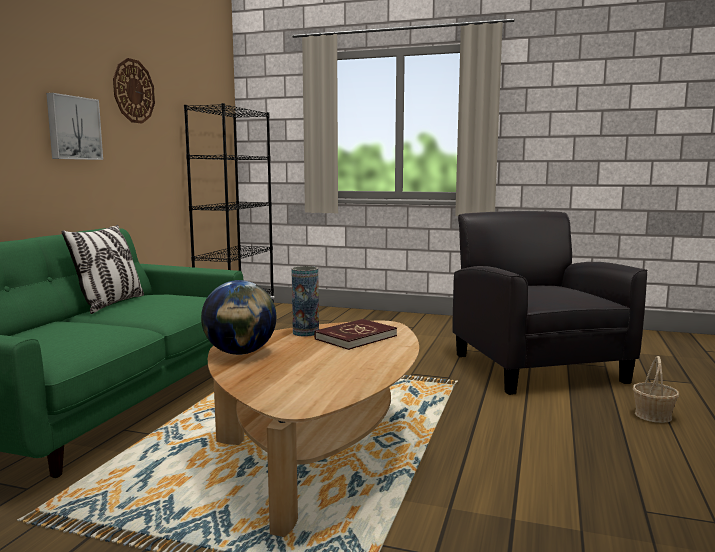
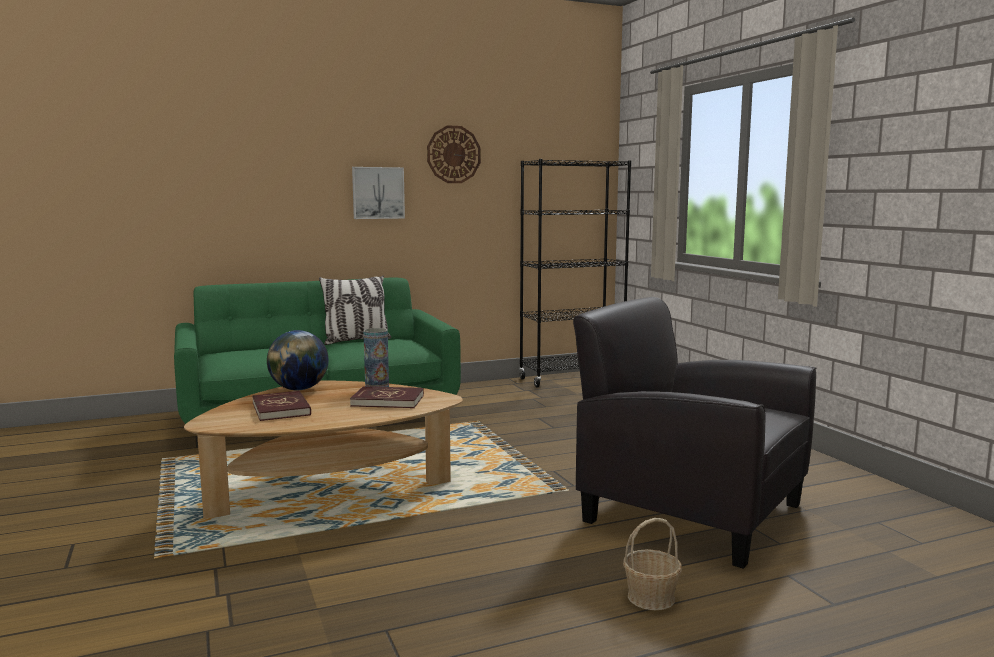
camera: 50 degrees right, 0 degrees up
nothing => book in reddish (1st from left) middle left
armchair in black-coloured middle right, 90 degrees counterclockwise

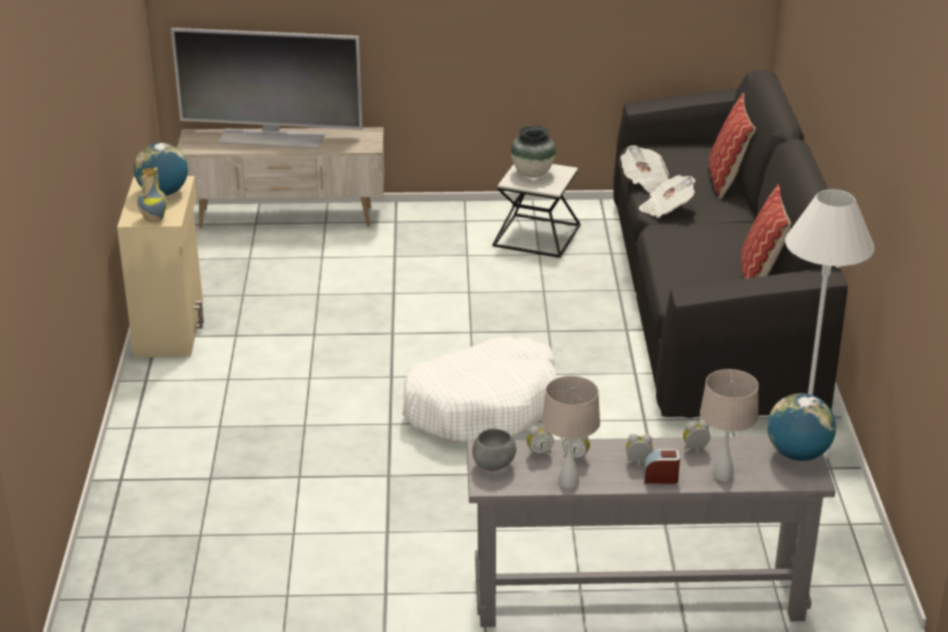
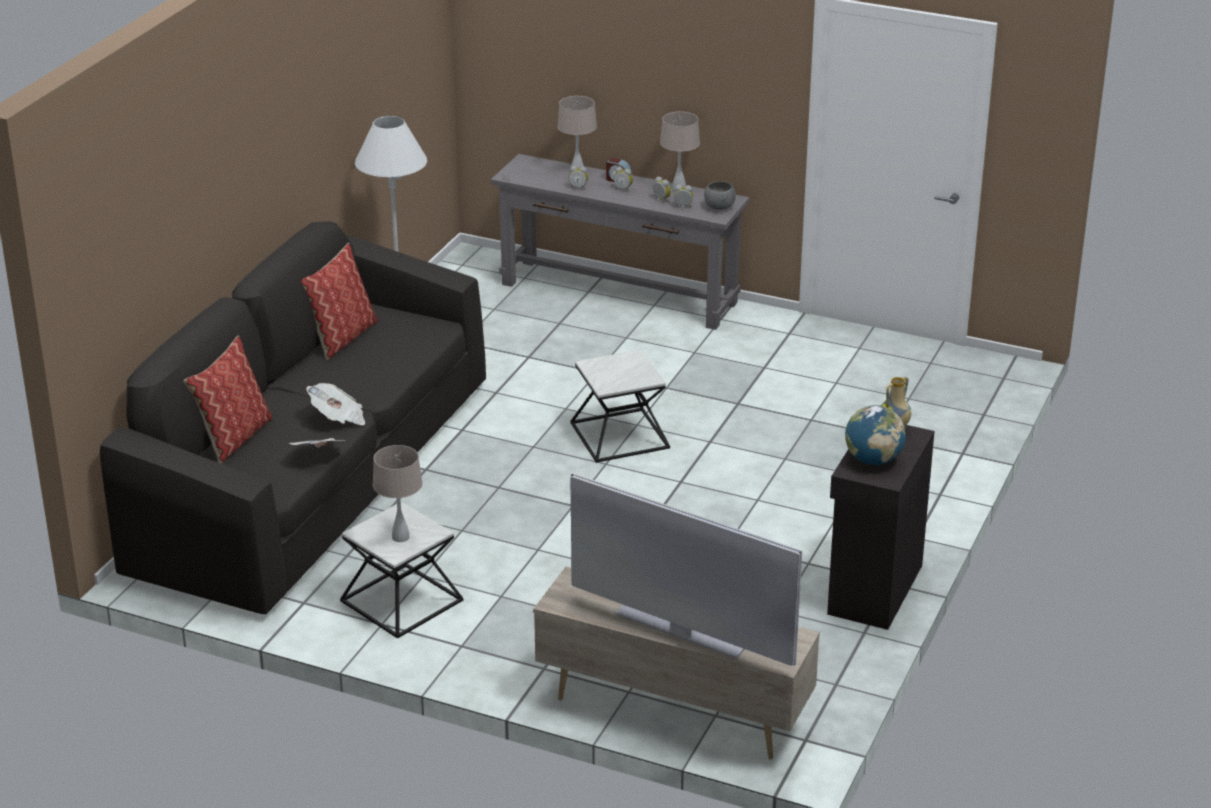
camera: 155 degrees left, 0 degrees up
globe (2nd from left) bottom right => nothing
dog cushion in whitish centre => accent table (2nd from left) centre
flower vase (2nd from left) top centre => table lamp in sand-coloured (1st from left) middle left
cabinet in sand-coloured middle left => cabinet in black-coloured middle right

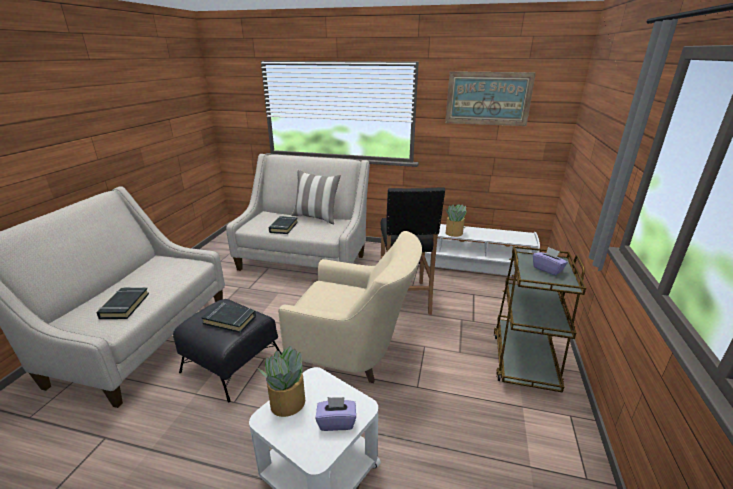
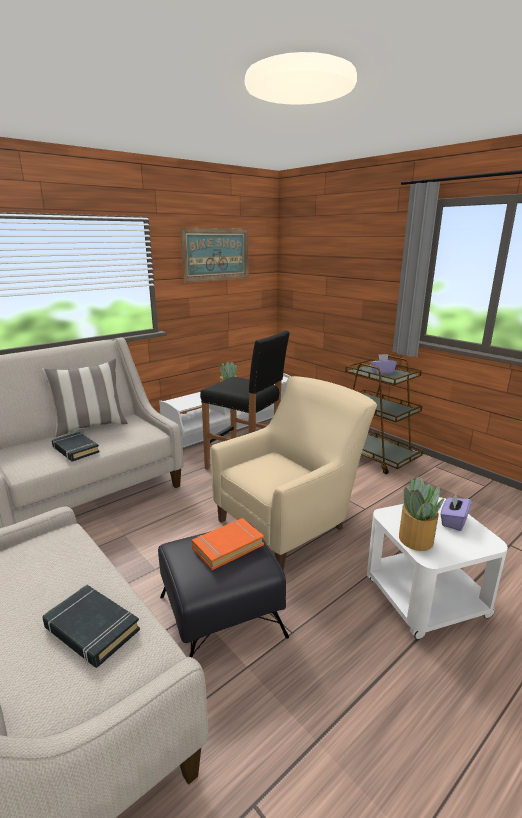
camera: 55 degrees left, 5 degrees down
book in black-coloured (2nd from left) middle left => book in orangey centre

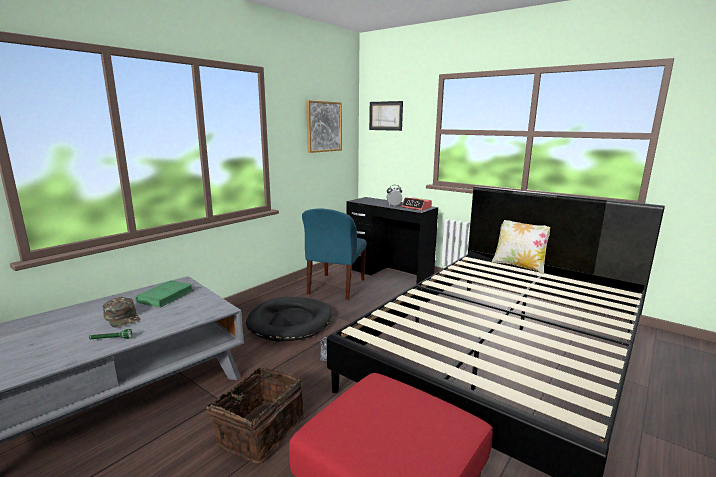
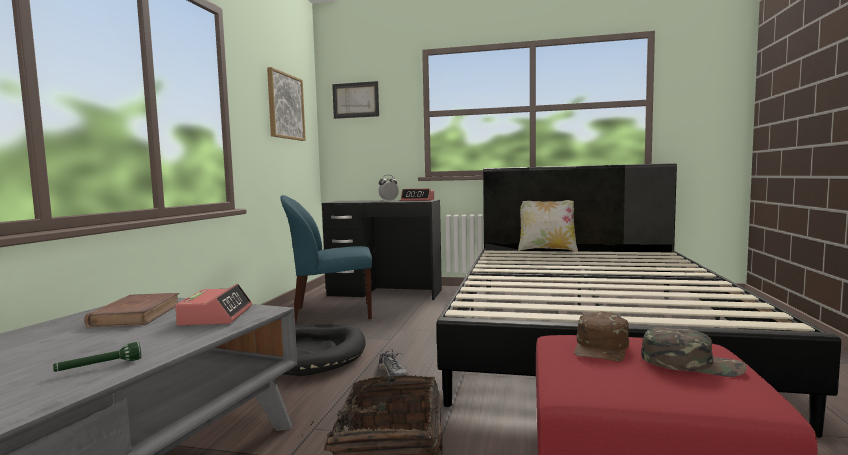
camera: 25 degrees left, 10 degrees down
nothing => alarm clock (1st from left) bottom left
nothing => baseball cap in brownish bottom right
baseball cap in greenish middle left => baseball cap in greenish bottom right, move
book in greenish middle left => book in brownish bottom left
upright chair in blue centre, 90 degrees clockwise

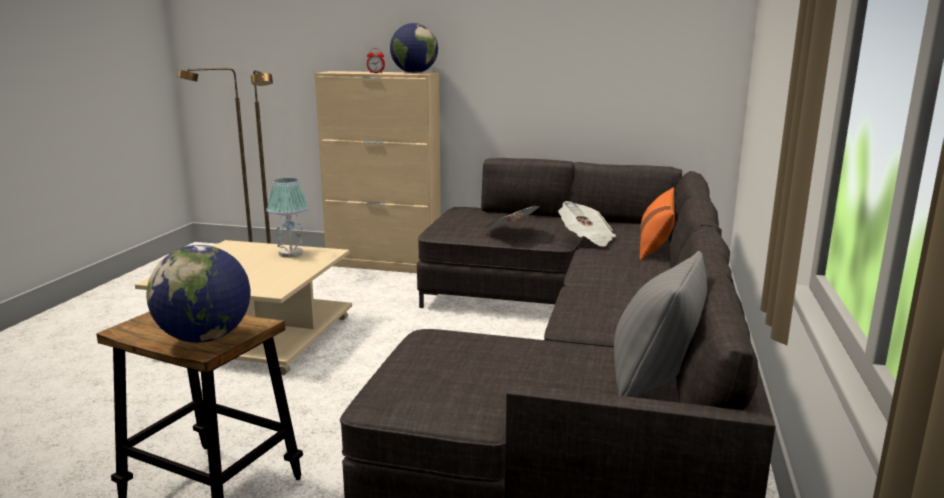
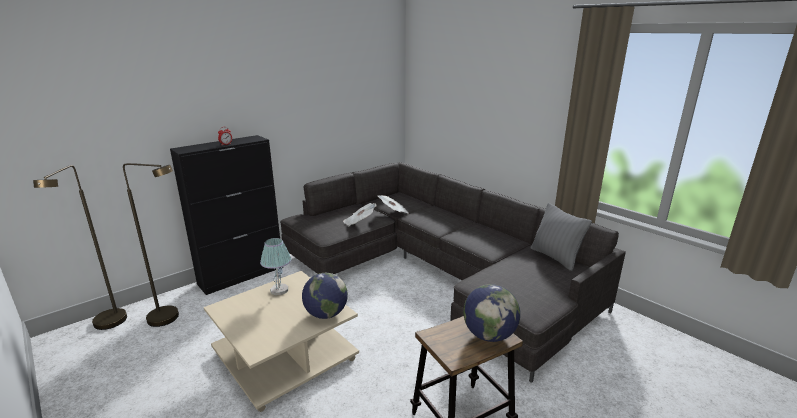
camera: 55 degrees left, 5 degrees up
pillow in orangey middle right => nothing
globe (2nd from left in the first image) top centre => globe (1st from left) bottom centre, move
cabinet in sand-coloured centre => cabinet in black-coloured middle left

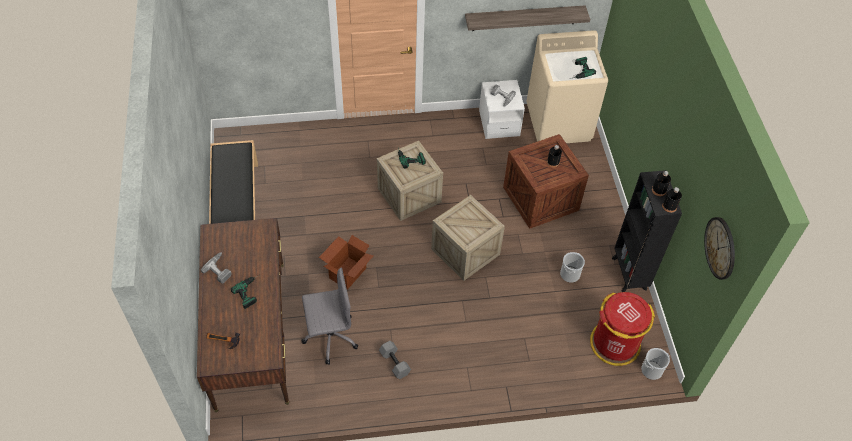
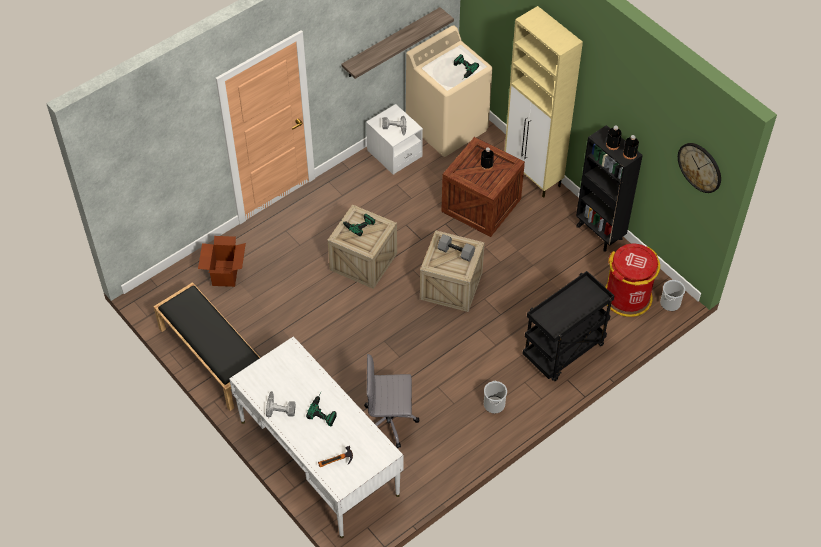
camera: 30 degrees left, 0 degrees up
nothing => cabinet in sand-coloured top centre
nothing => wheeled cart in black-coloured middle right
packing box centre => packing box middle left, move
dumbbell in gray bottom centre => dumbbell in gray centre, move
pail (1st from left) middle right => pail (1st from left) bottom centre, move
desk in brownish bottom left => desk in whitish bottom centre
computer chair in gray bottom centre, 135 degrees counterclockwise

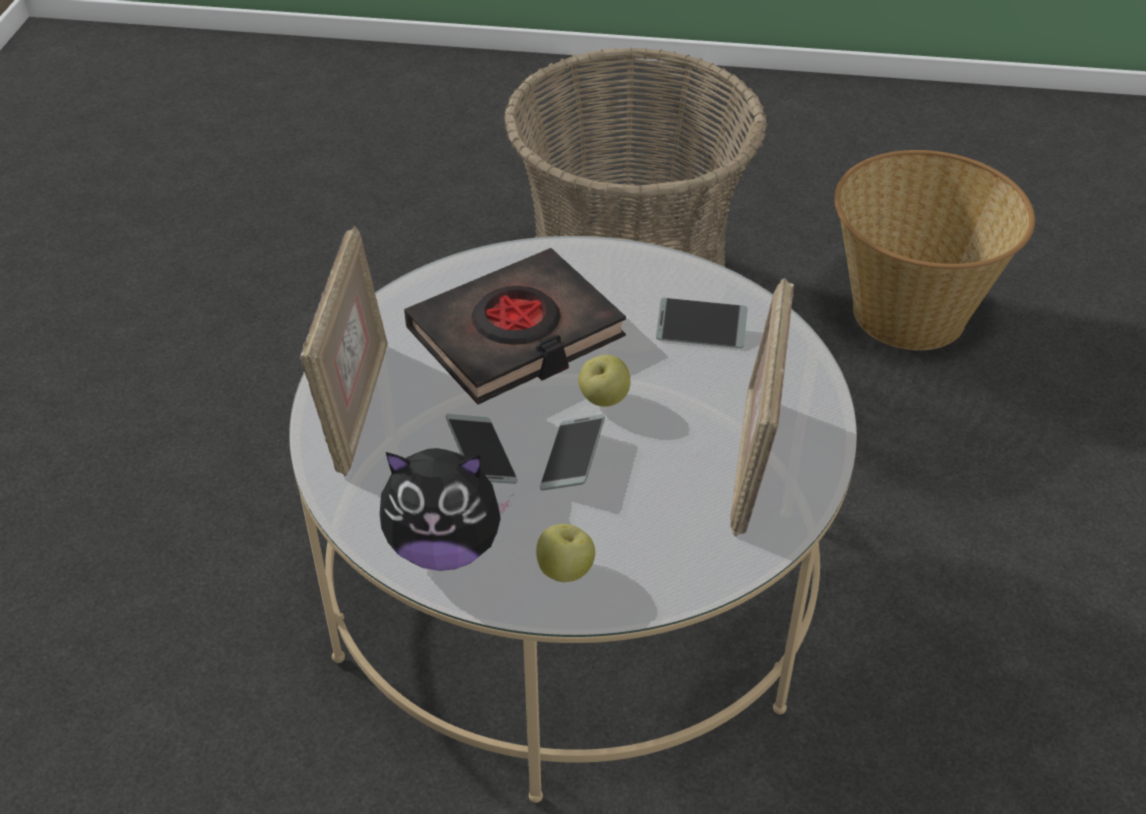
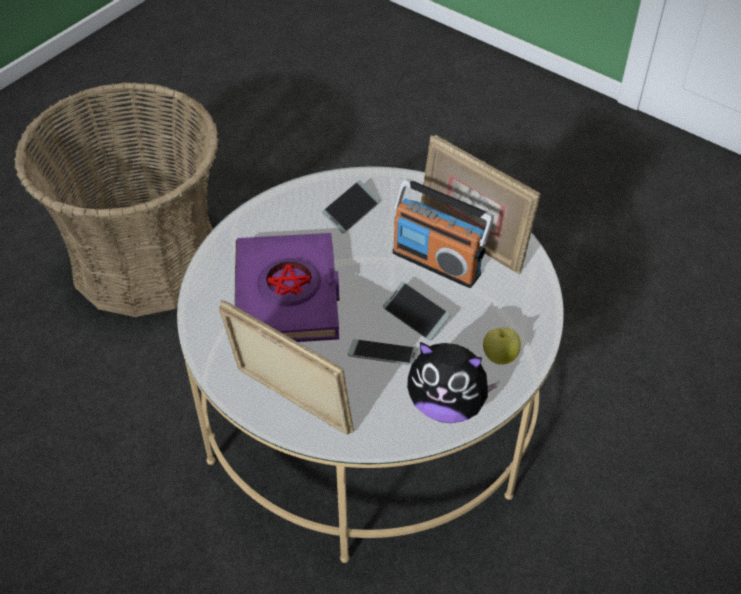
camera: 60 degrees left, 5 degrees up
apple (2nd from left) centre => nothing
storage basket (2nd from left) top right => nothing
nothing => radio set centre
book in black-coloured centre => book in purple-coloured centre
cuddly toy centre, 75 degrees clockwise

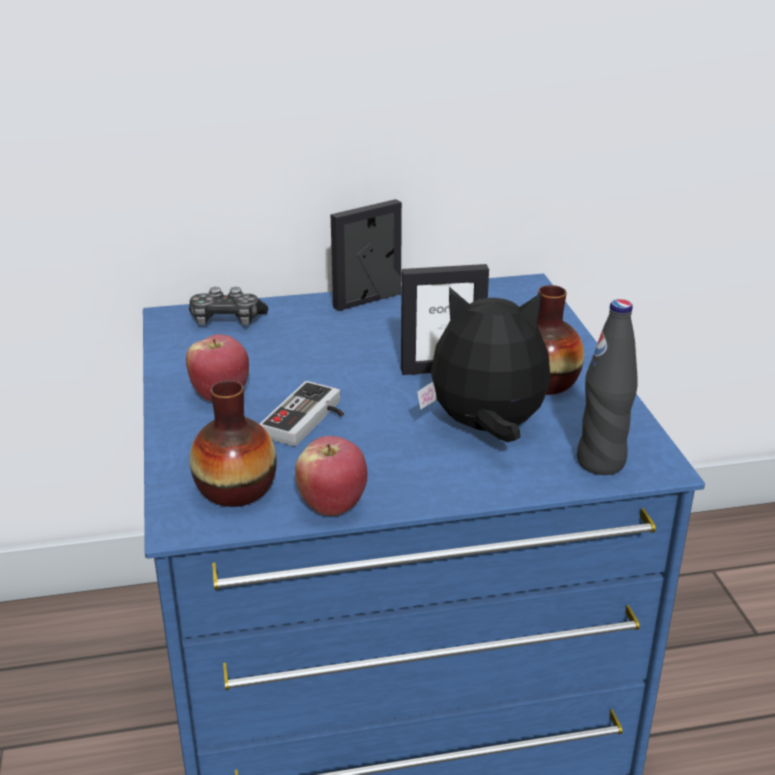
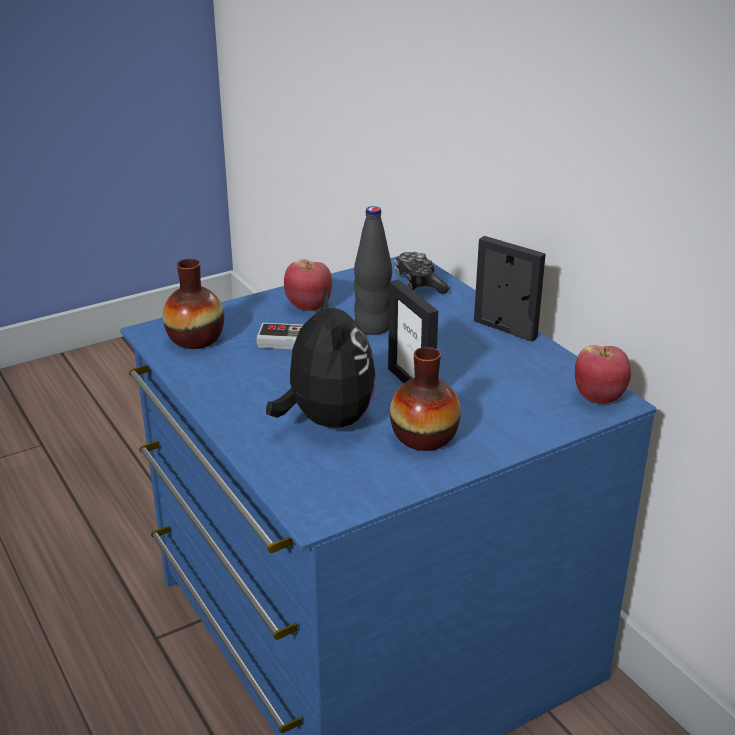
camera: 70 degrees right, 0 degrees up
apple (2nd from left) centre => apple (2nd from left) middle right, move
bottle in black-coloured middle right => bottle in black-coloured centre, move

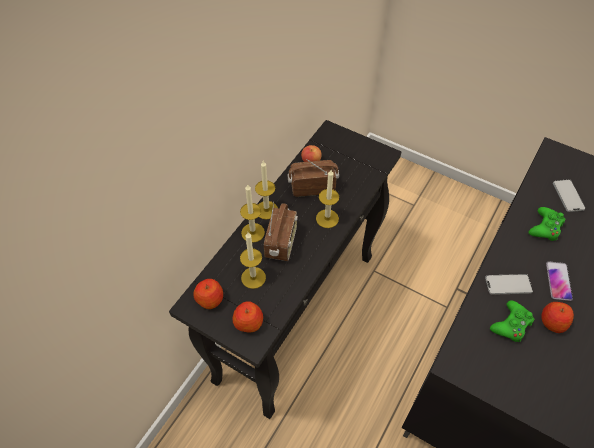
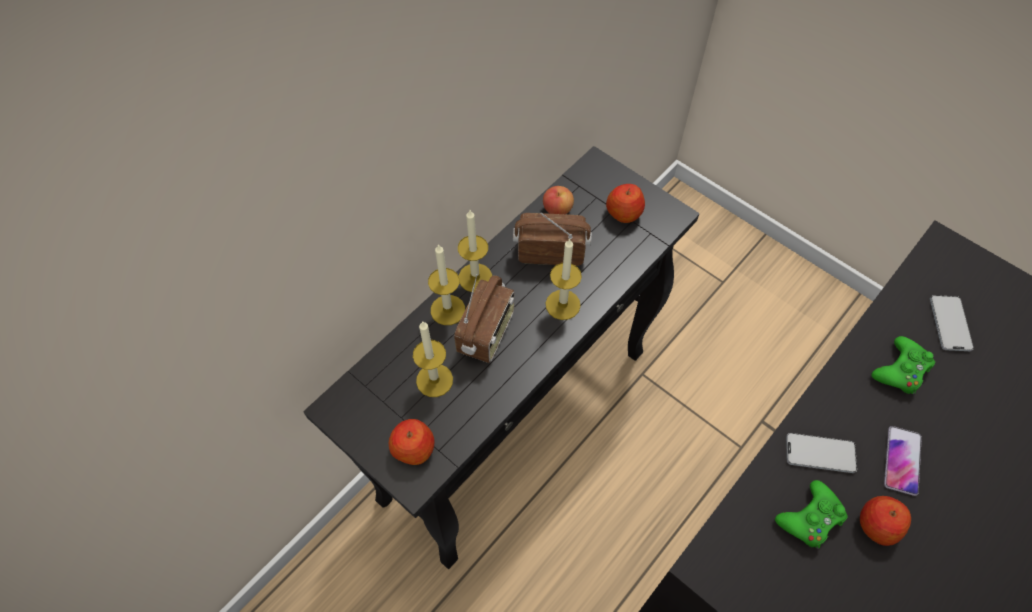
camera: 10 degrees right, 5 degrees up
apple (1st from left in the first image) centre => apple (3rd from left) top centre, move

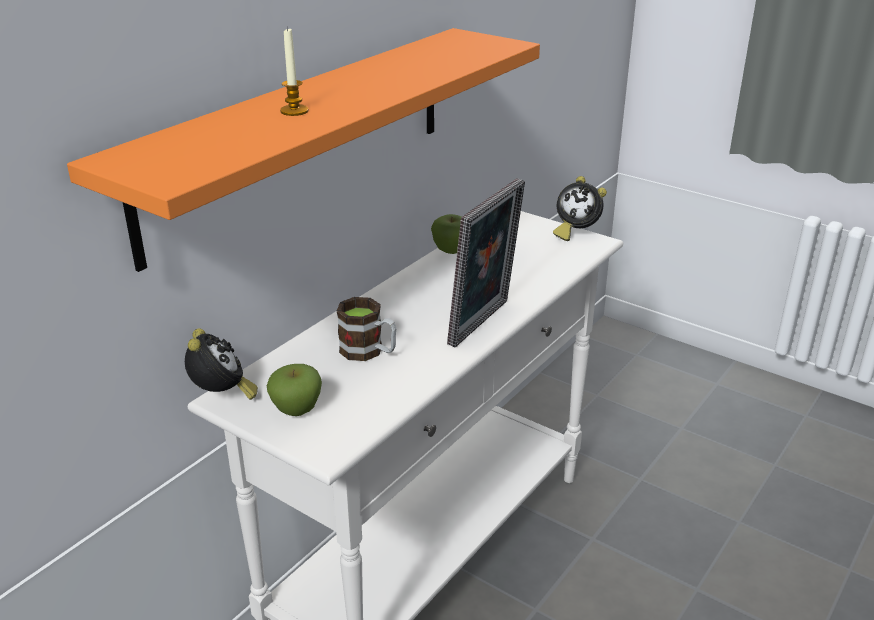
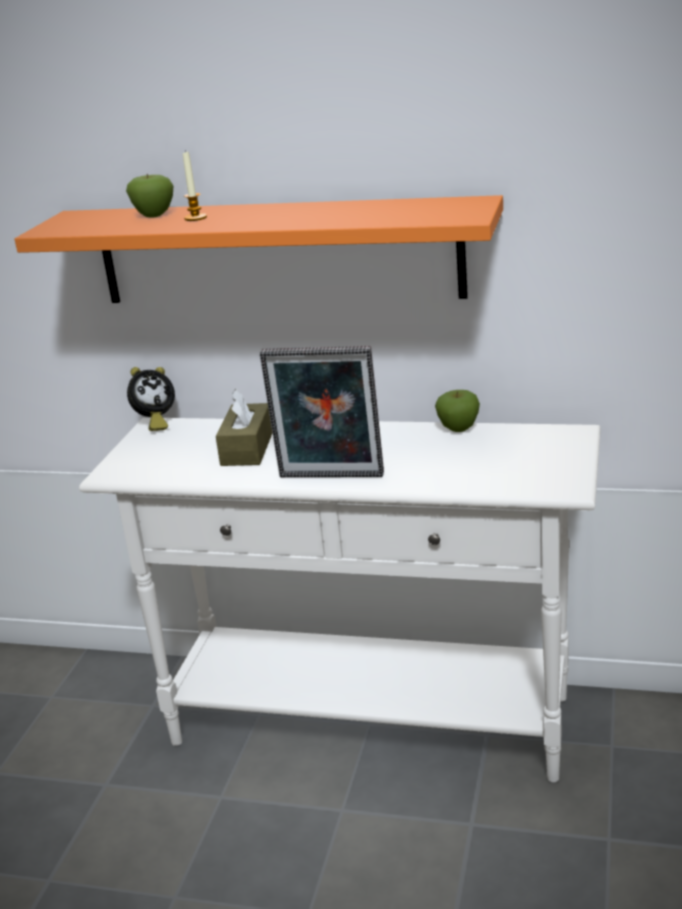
camera: 70 degrees right, 5 degrees down
alarm clock (2nd from left) centre => nothing
apple (1st from left) centre => apple (1st from left) top left, move
tea mug centre => tissue holder in brownish centre

